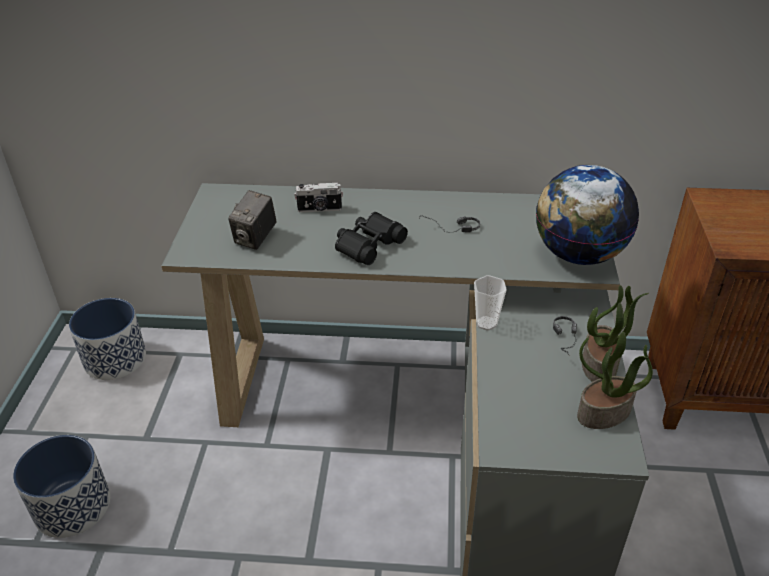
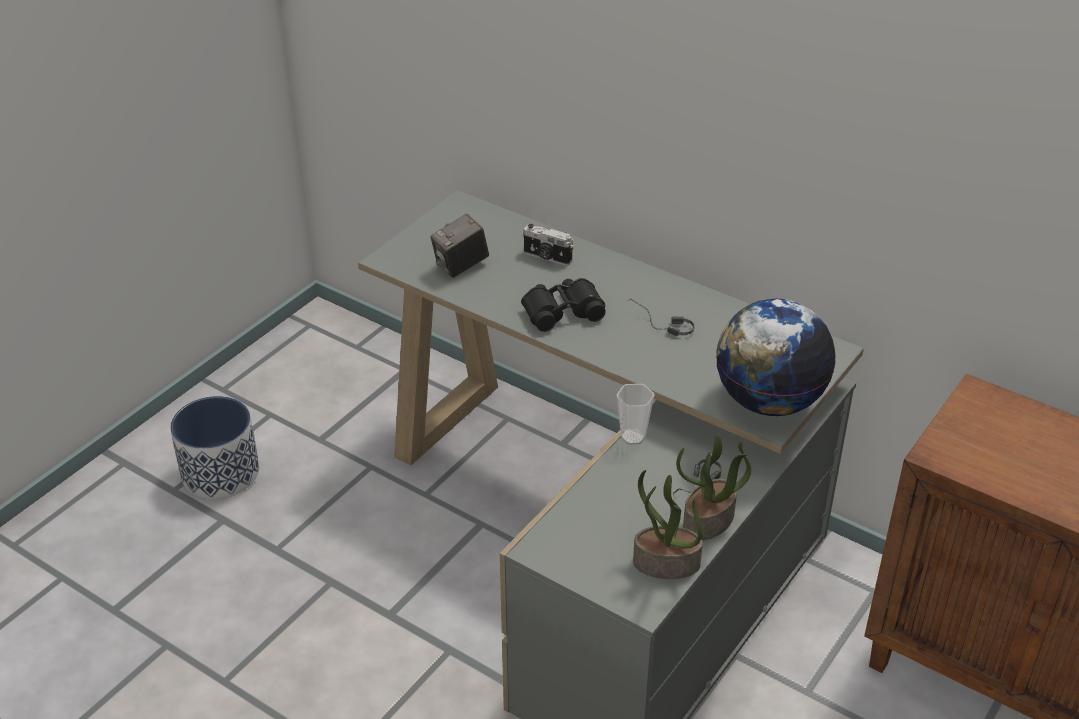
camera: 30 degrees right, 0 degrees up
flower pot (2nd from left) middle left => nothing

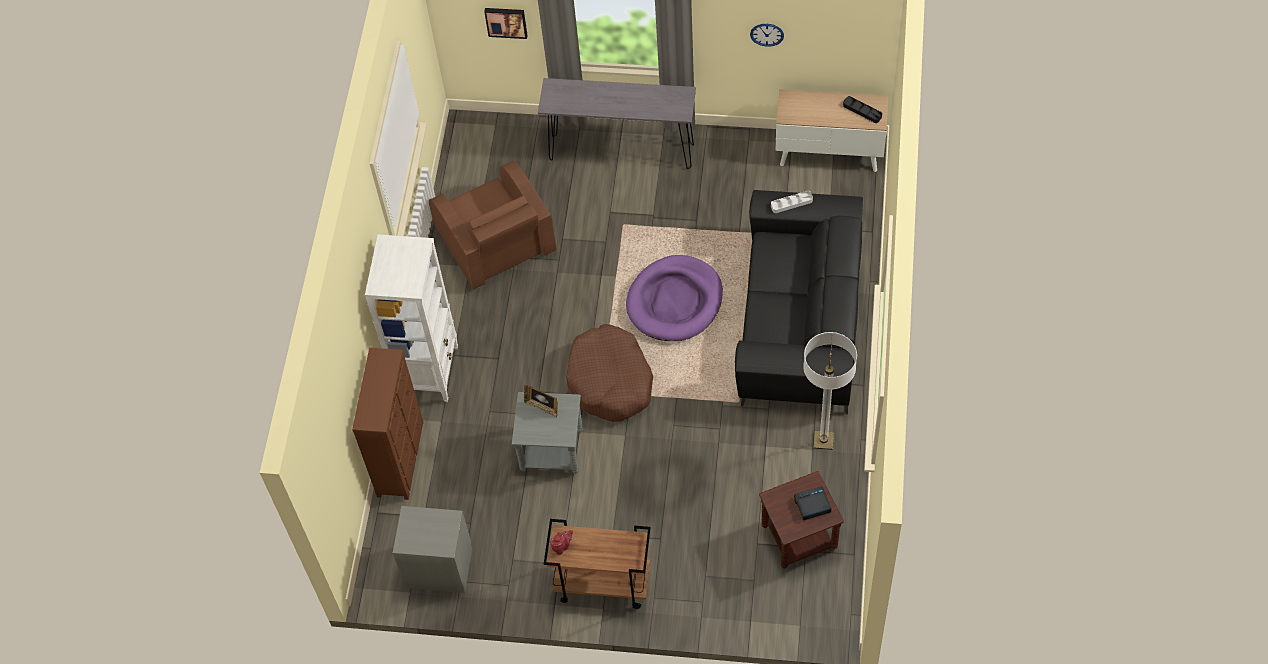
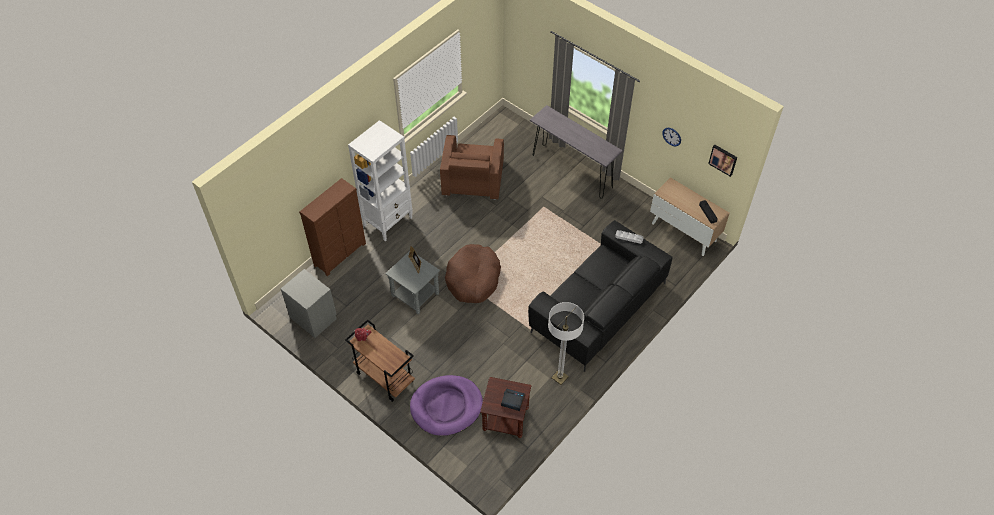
camera: 30 degrees right, 5 degrees down
picture top centre => picture top right, move
dog cushion in purple-coloured centre => dog cushion in purple-coloured bottom centre, move

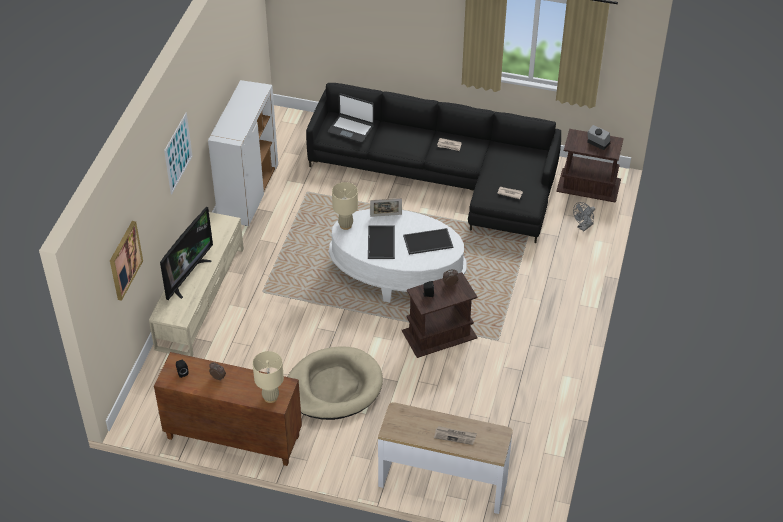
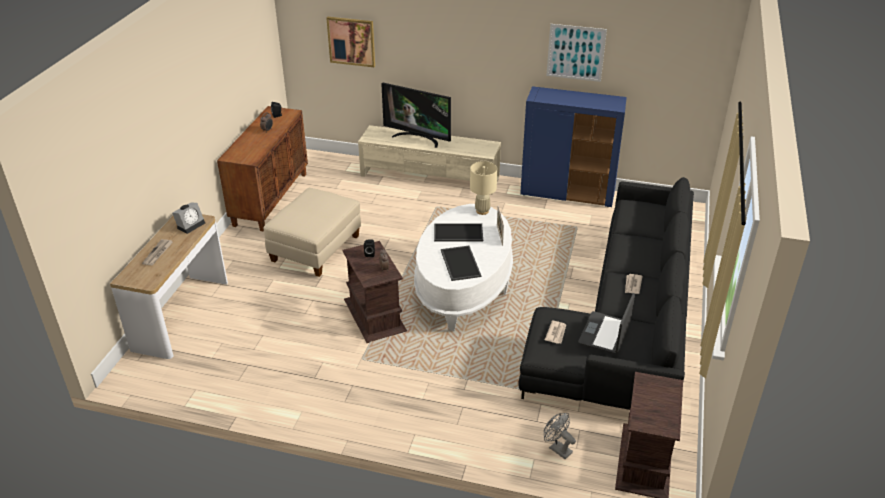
camera: 90 degrees right, 10 degrees down
table lamp in sand-coloured (1st from left) bottom centre => nothing
picture (2nd from left) top left => picture (2nd from left) top centre, move
portable computer top centre => portable computer middle right, move
alarm clock (3rd from left in the first image) top right => alarm clock (1st from left) middle left, move
dog cushion in sand-coloured bottom centre => ottoman in sand-coloured centre
cabinet in whitish top left => cabinet in blue top centre

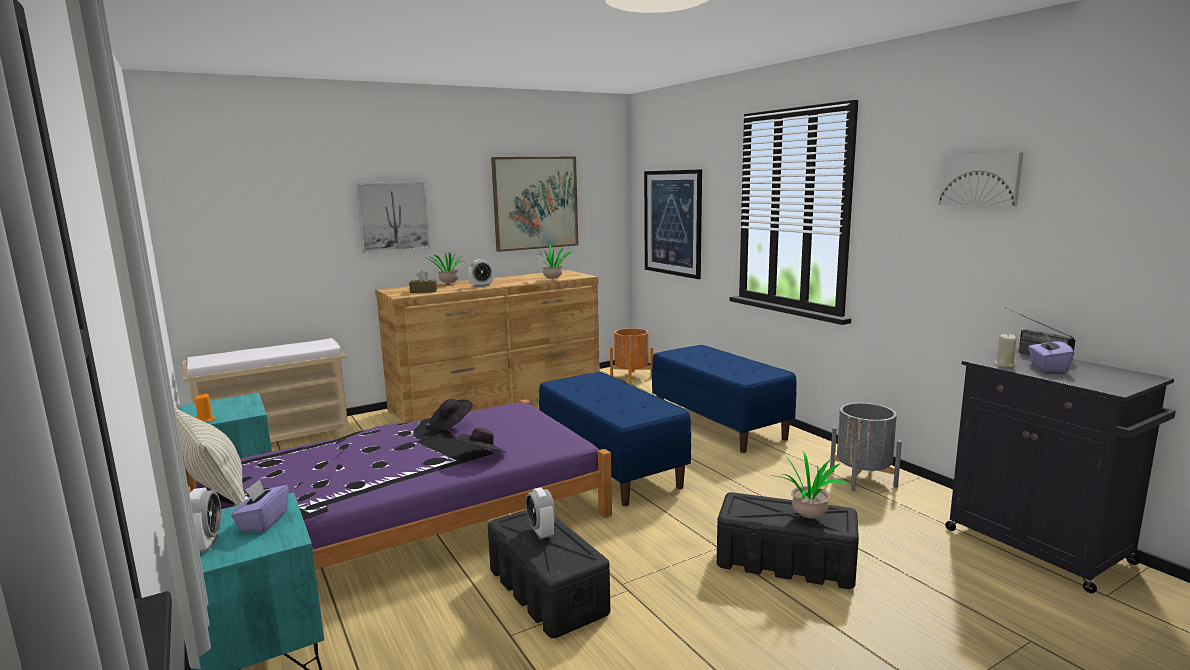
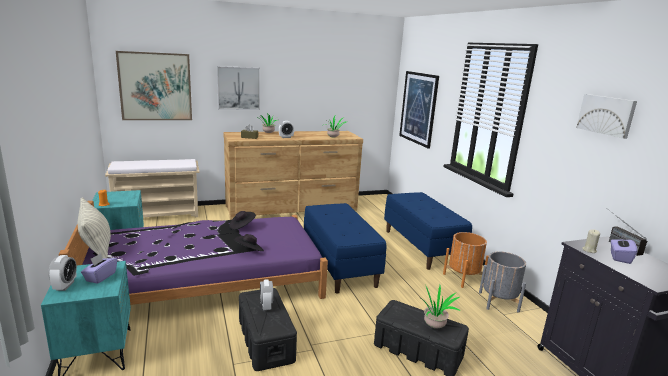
camera: 10 degrees right, 5 degrees up
picture (2nd from left in the first image) top centre => picture (1st from left) top left, move
flower pot in orangey centre => flower pot in orangey bottom right, move

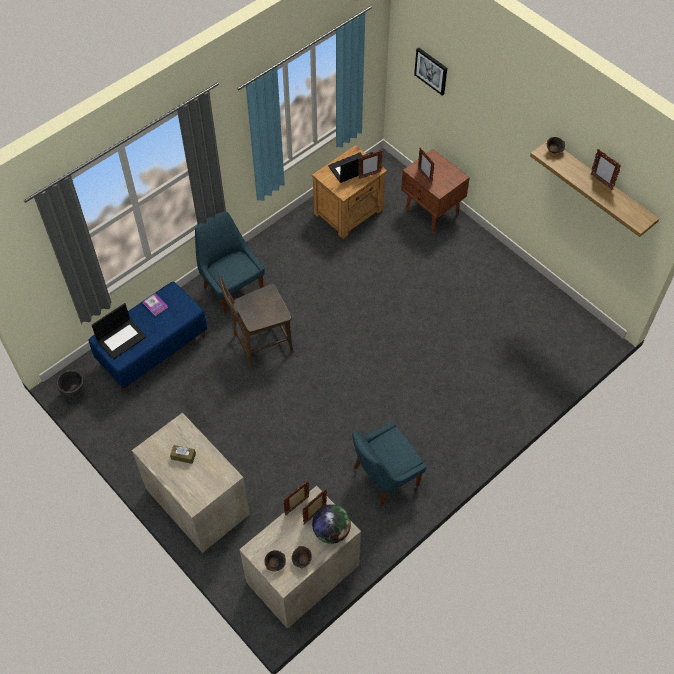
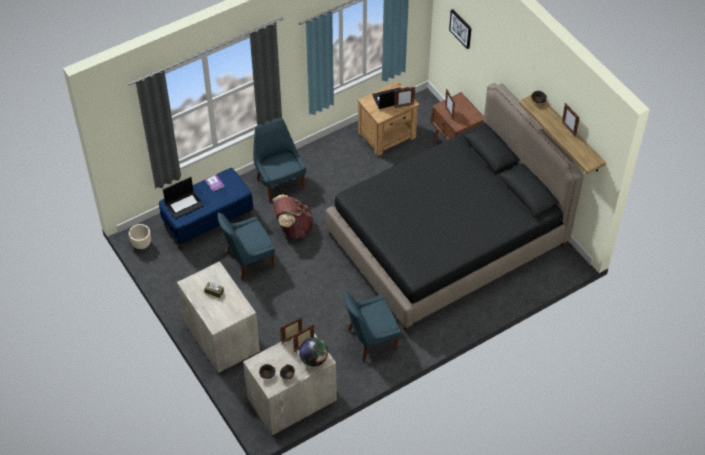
camera: 10 degrees right, 5 degrees down
nothing => upright chair in blue (1st from left) centre
nothing => sleeping bed in black-coloured centre
upright chair in brownish centre => backpack in brownish centre
flower pot in black-coloured middle left => flower pot in sand-coloured middle left

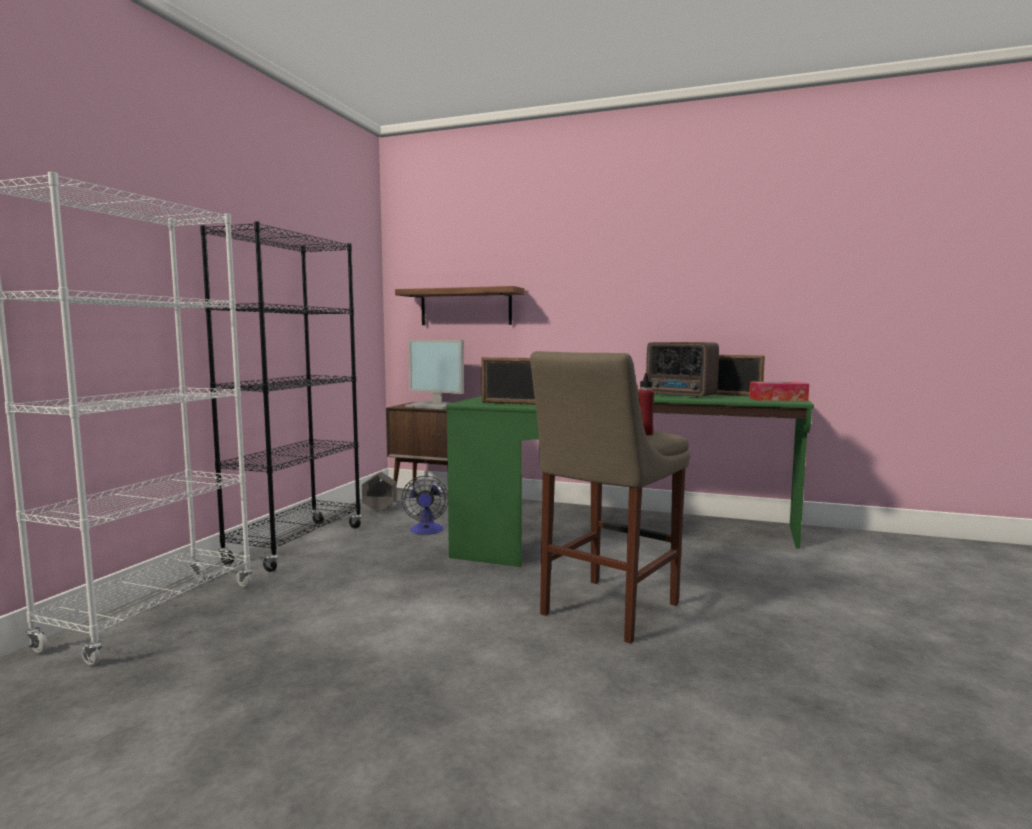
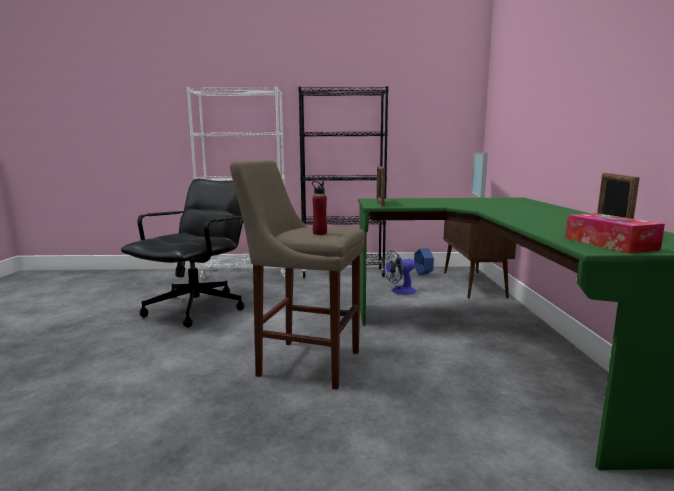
camera: 70 degrees right, 5 degrees up
wall shelf centre => nothing
radio set centre => nothing
nothing => computer chair in black-coloured middle left
flower pot in gray centre => flower pot in blue centre

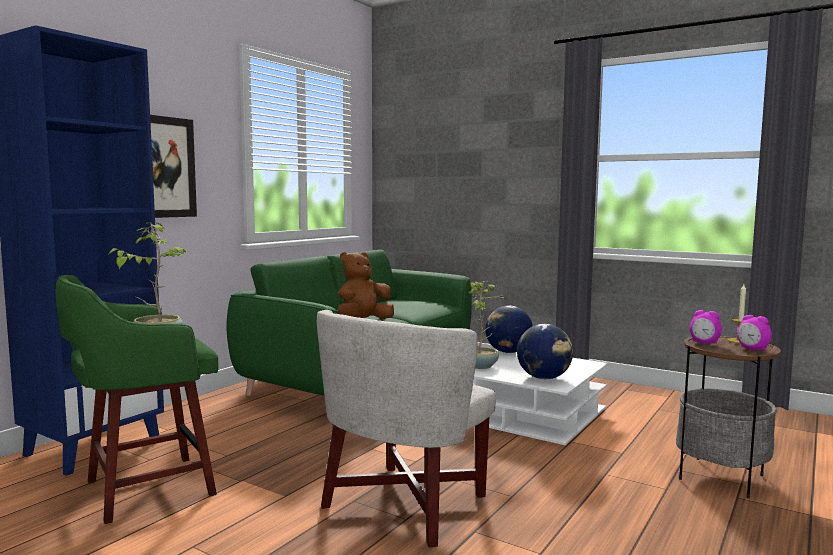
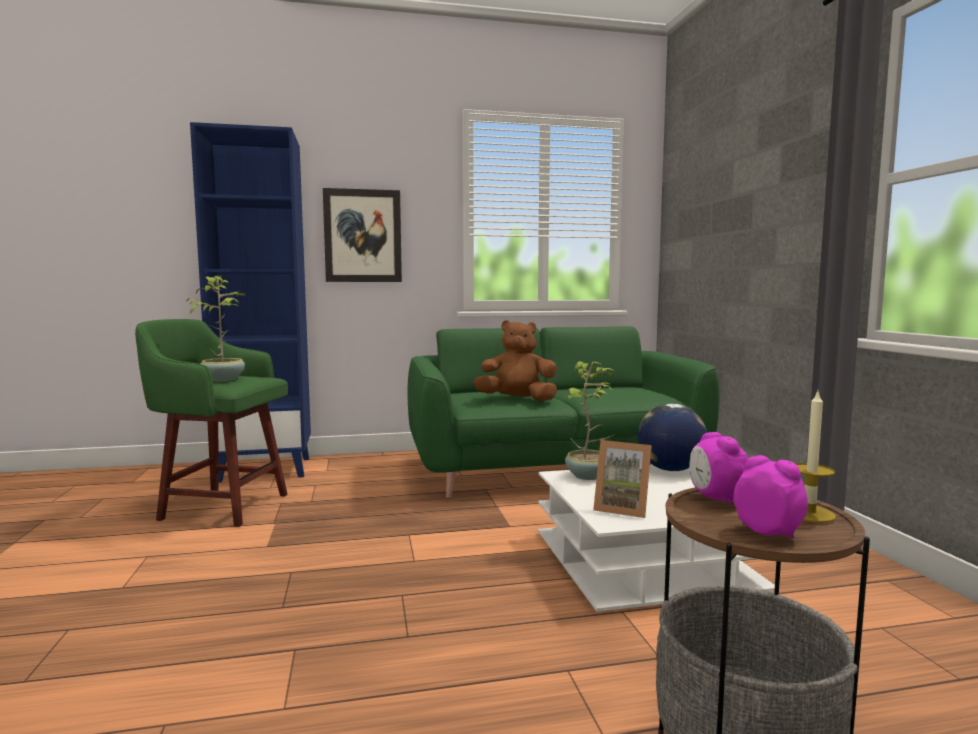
camera: 45 degrees right, 0 degrees up
armchair in whitish bottom centre => nothing
globe (2nd from left) centre => photo frame centre
alarm clock (2nd from left) middle right => alarm clock (2nd from left) bottom right, 135 degrees clockwise

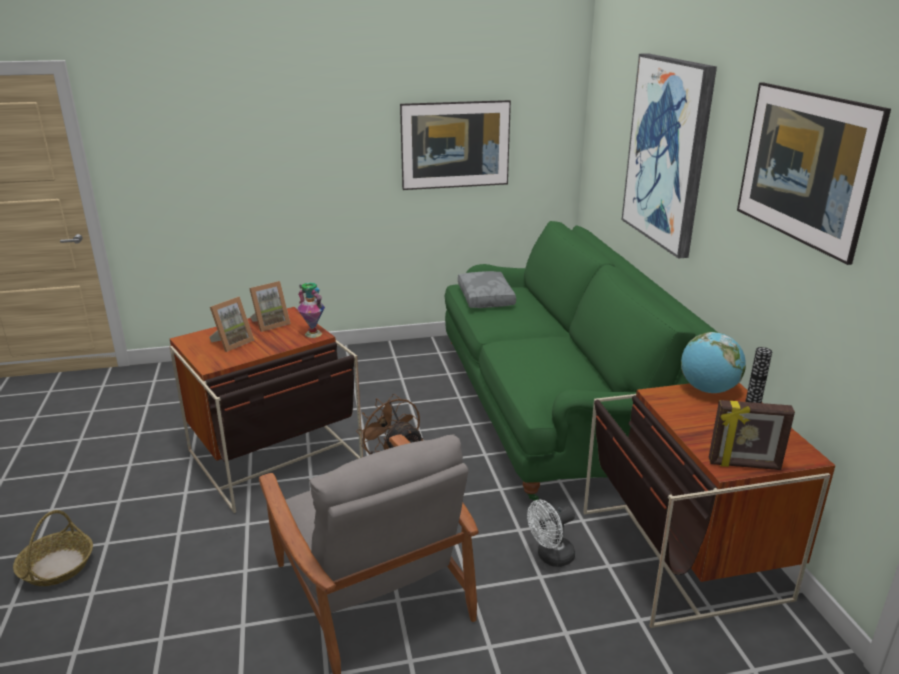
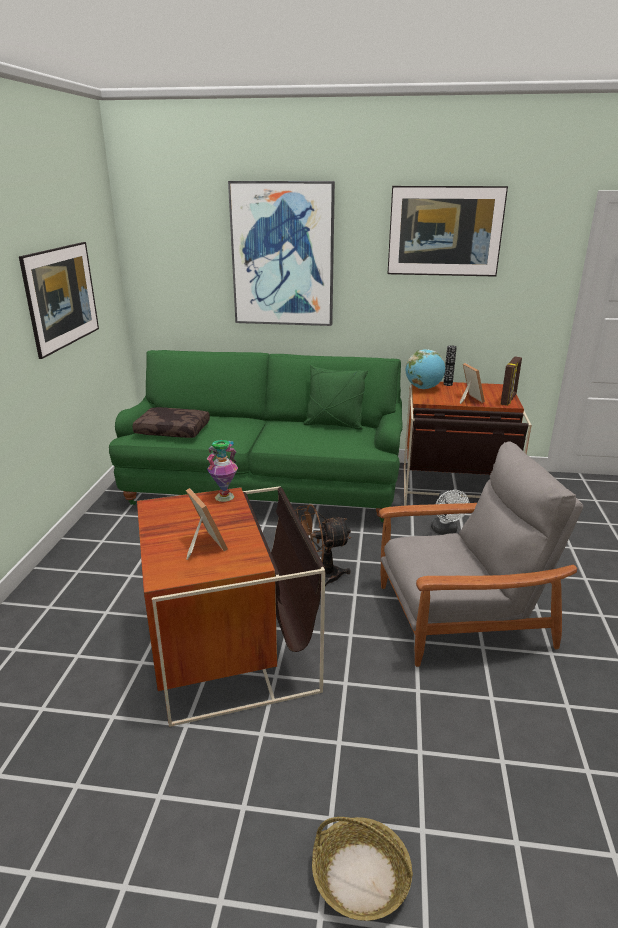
camera: 70 degrees left, 0 degrees up
nothing => pillow in greenish centre
photo frame (2nd from left) middle left => photo frame (2nd from left) middle right, move
pillow in gray centre => pillow in brownish middle left

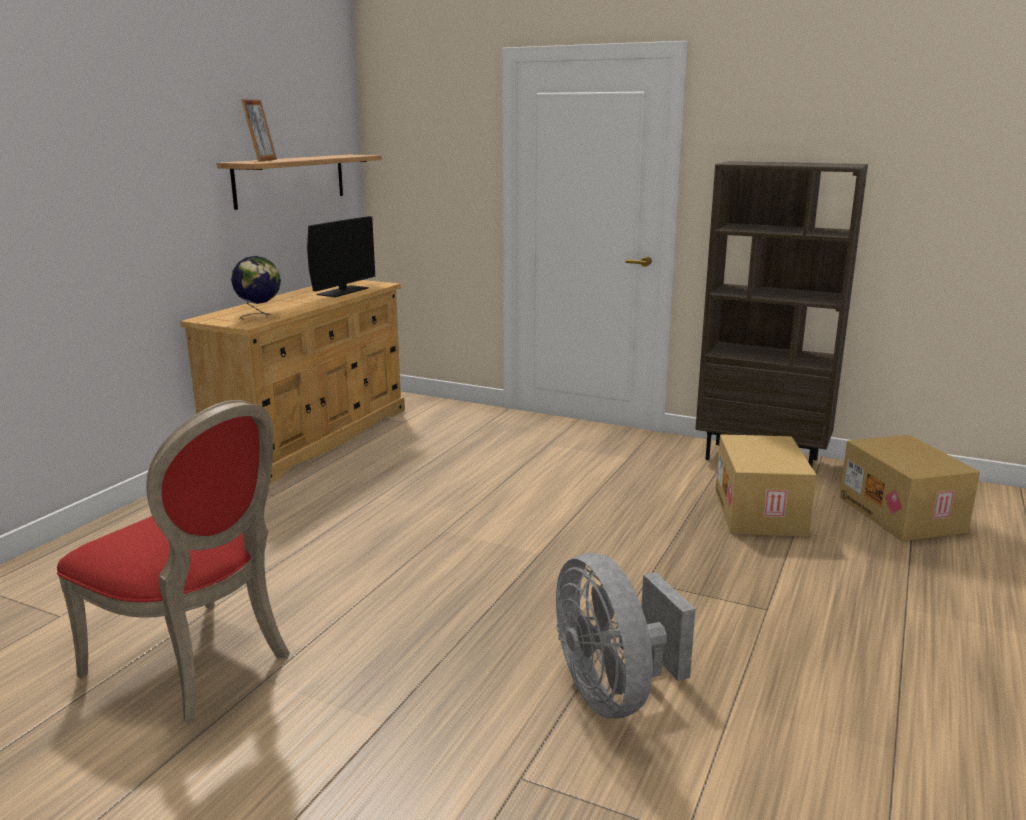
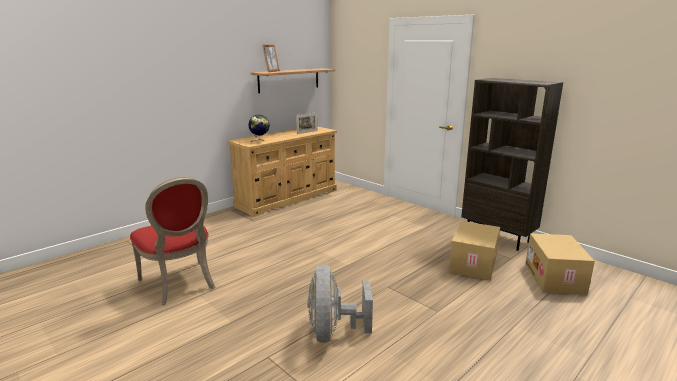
camera: 20 degrees right, 0 degrees up
monitor top left => photo frame (2nd from left) top centre

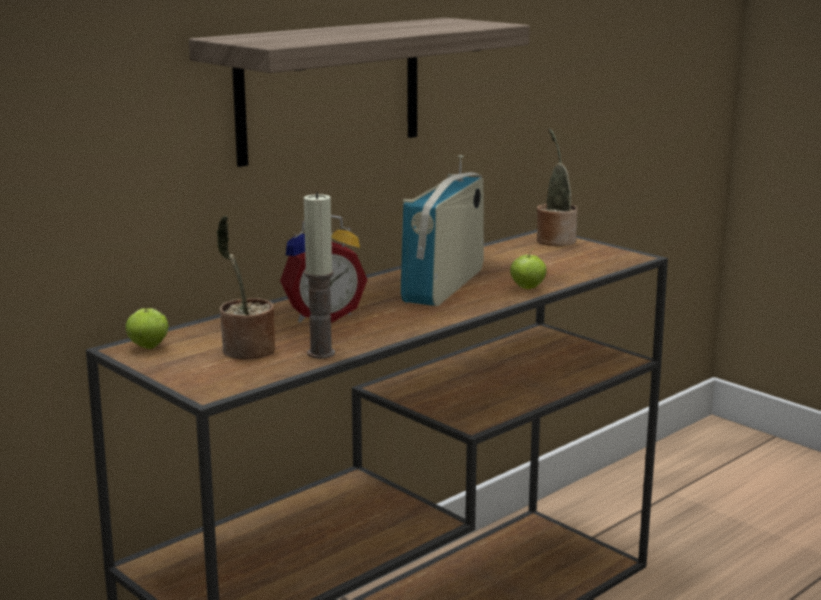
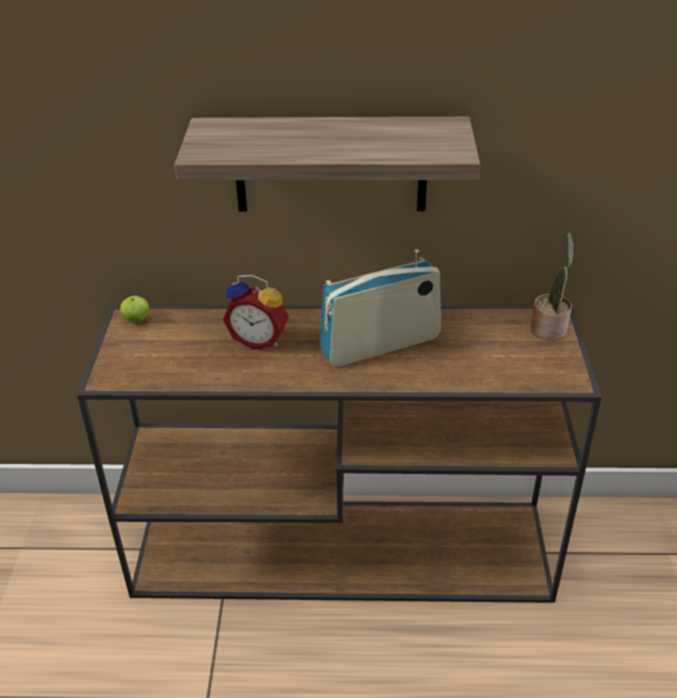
camera: 45 degrees right, 20 degrees up
plant in a pot (1st from left) middle left => nothing
wax light centre => nothing
apple (2nd from left) centre => nothing

